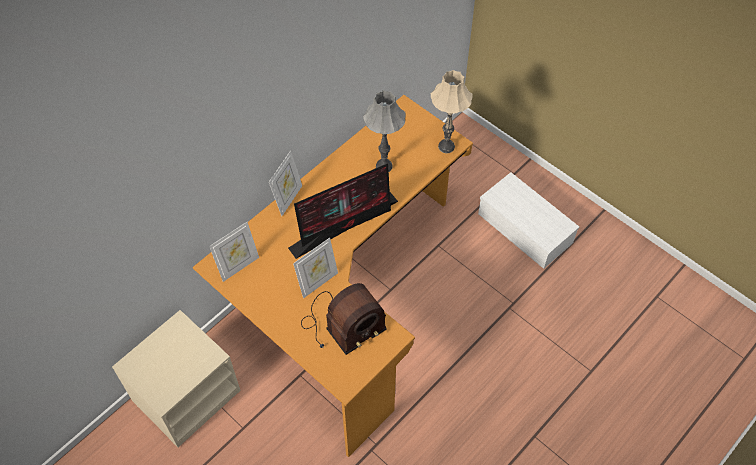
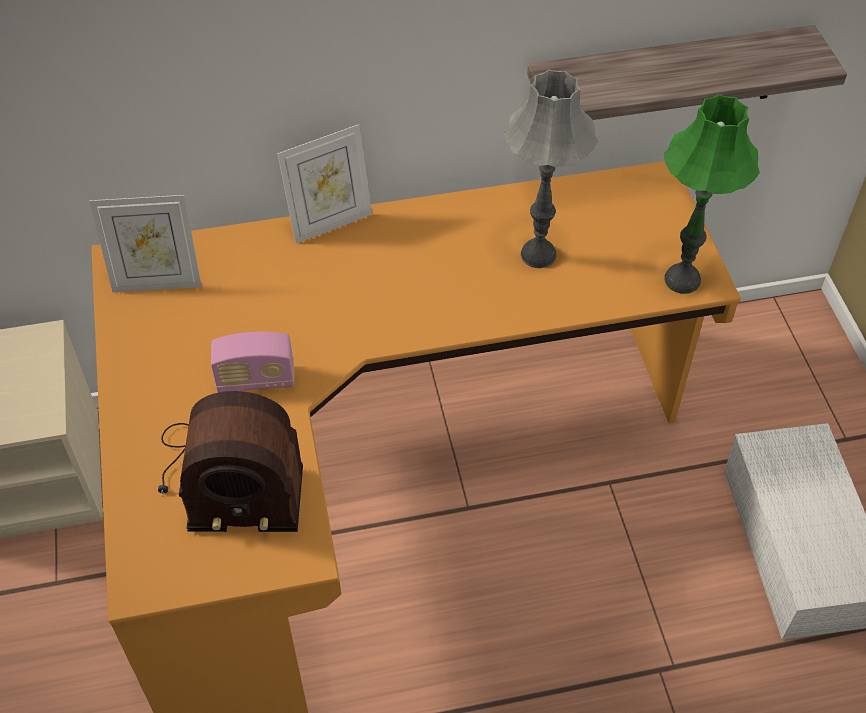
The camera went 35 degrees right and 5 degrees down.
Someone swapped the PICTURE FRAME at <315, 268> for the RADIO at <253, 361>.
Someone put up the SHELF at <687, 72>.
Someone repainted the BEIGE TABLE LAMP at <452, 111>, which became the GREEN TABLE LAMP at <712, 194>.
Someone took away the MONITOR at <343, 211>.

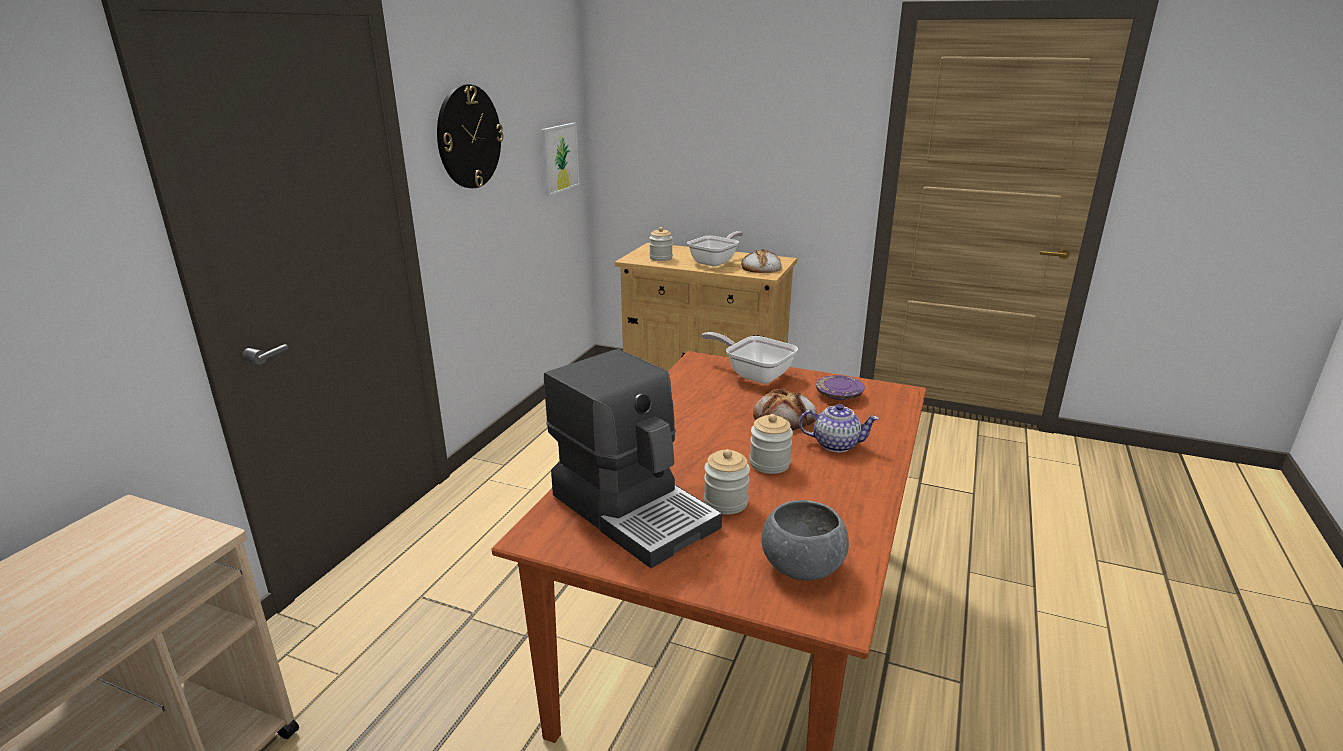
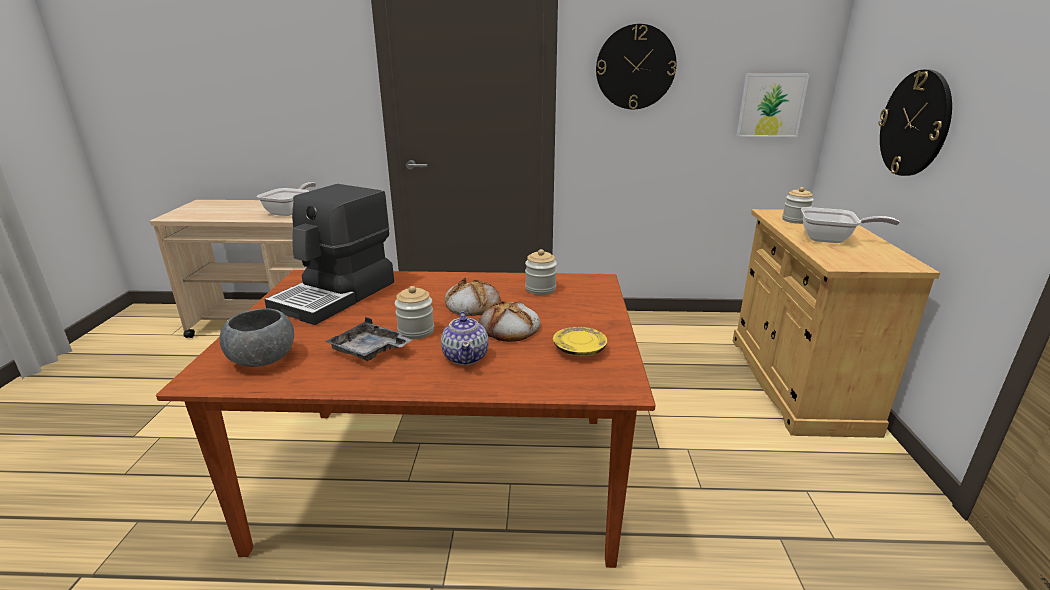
The camera went 70 degrees right and 0 degrees up.
Someone carried the FRYING PAN from <750, 358> to <286, 199>.
Someone put down the GREY TRAY at <368, 339>.
Someone carried the BREAD from <761, 261> to <473, 296>.
Someone carried the JAR from <727, 481> to <541, 272>.
Someone repainted the PURPLE PLATE at <840, 387>, which became the YELLOW PLATE at <580, 341>.
Someone put up the WALL CLOCK at <915, 123>.

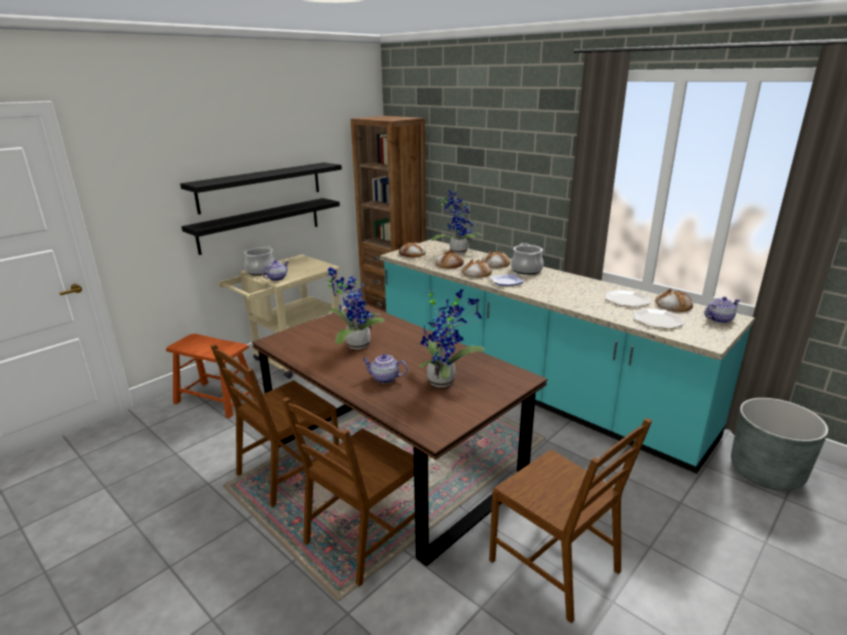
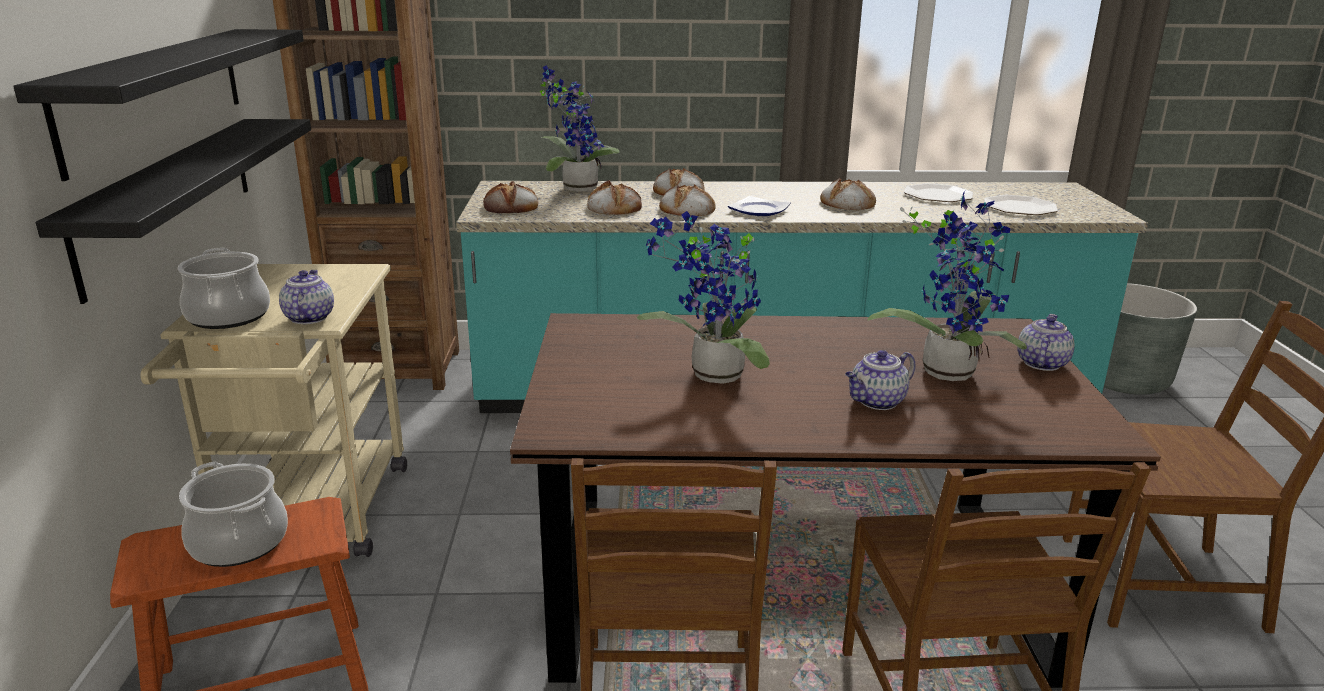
The camera went 45 degrees left and 0 degrees up.
Someone carried the COOKING POT from <527, 259> to <233, 514>.
Someone carried the BREAD from <674, 300> to <848, 194>.
Someone carried the TEAPOT from <722, 309> to <1046, 342>.

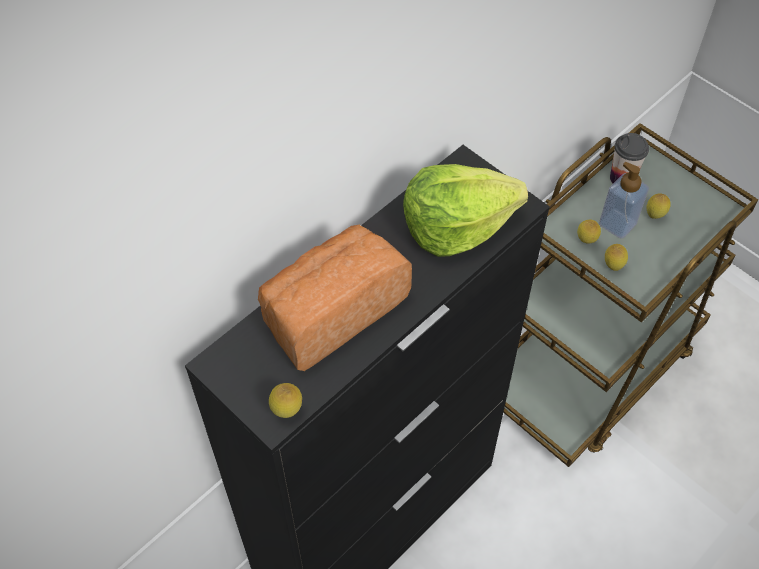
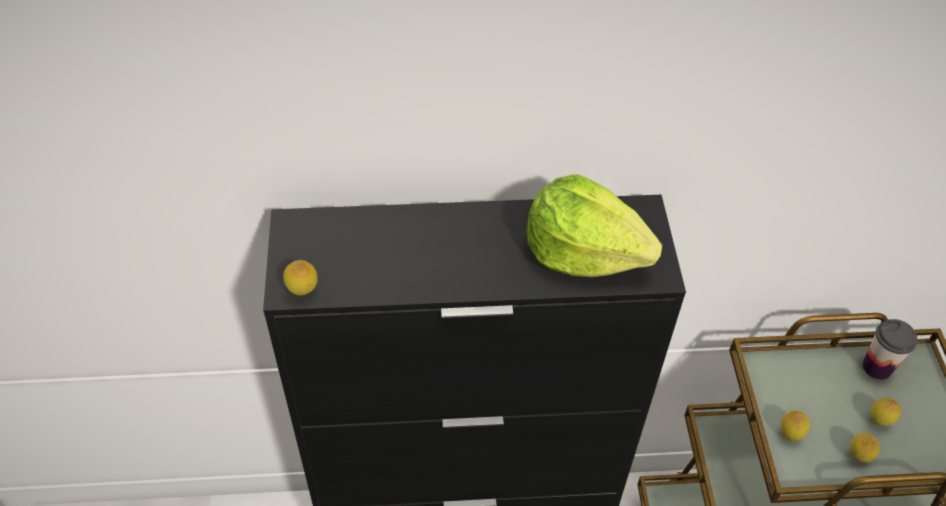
The camera went 40 degrees right and 5 degrees down.
Someone carried the LEMON from <589, 231> to <865, 448>.
Someone took away the BREAD at <335, 298>.
Someone took away the SOAP DISPENSER at <624, 200>.

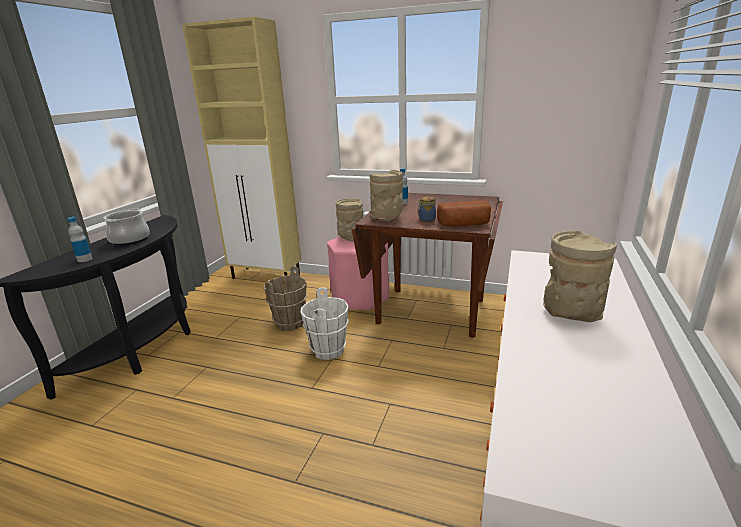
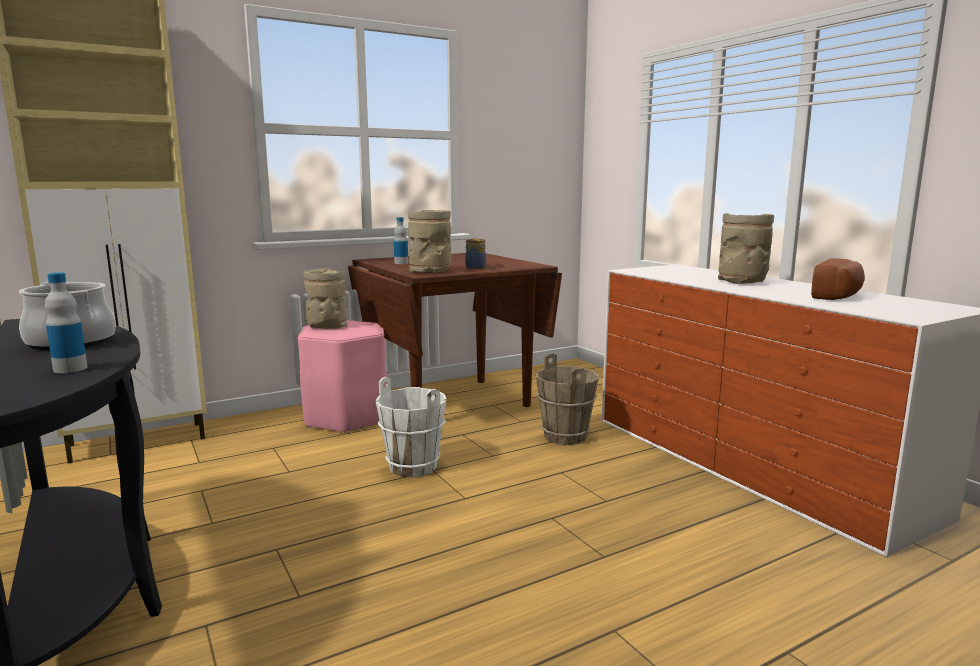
The camera went 50 degrees left and 10 degrees down.
Someone carried the BROWN BUCKET from <285, 298> to <567, 399>.
Someone carried the BREAD from <464, 213> to <838, 279>.

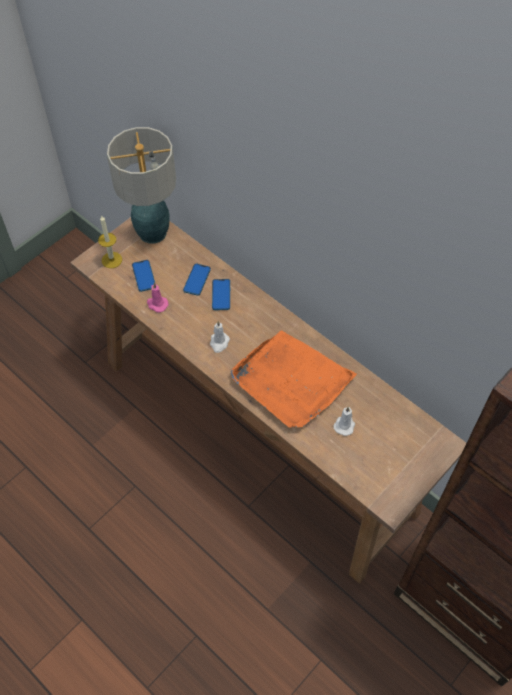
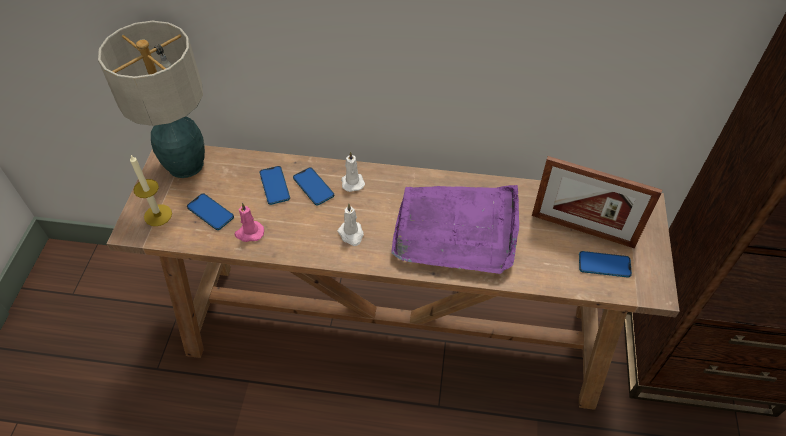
The camera went 35 degrees left and 5 degrees down.
Someone carried the WHITE CANDLE from <344, 421> to <353, 171>.
Someone repainted the ORANGE TRAY at <294, 379>, which became the PURPLE TRAY at <455, 229>.
Someone put down the PICTURE FRAME at <597, 202>.
Someone put down the PHONE at <605, 264>.

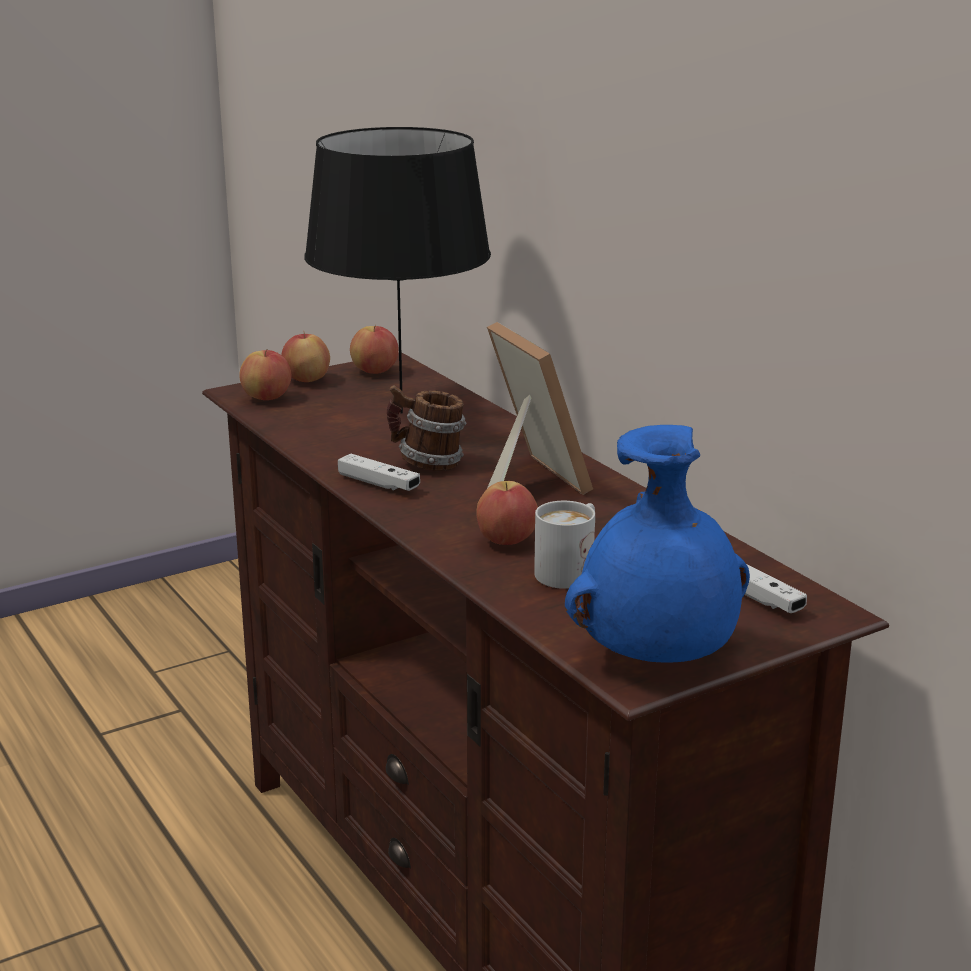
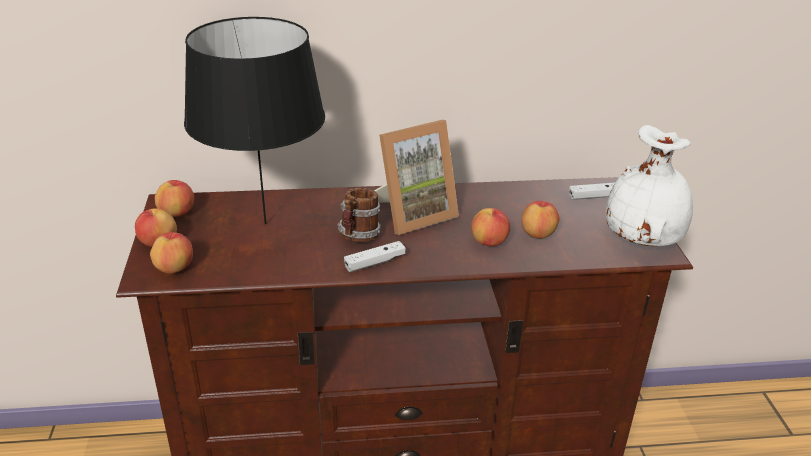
The camera went 65 degrees left and 10 degrees up.
Someone rotated the PICTURE FRAME at <540, 408> by 150 degrees clockwise.
Someone swapped the WHITE MUG at <564, 545> for the APPLE at <540, 220>.
Someone repainted the BLUE VASE at <657, 544>, which became the WHITE VASE at <649, 185>.

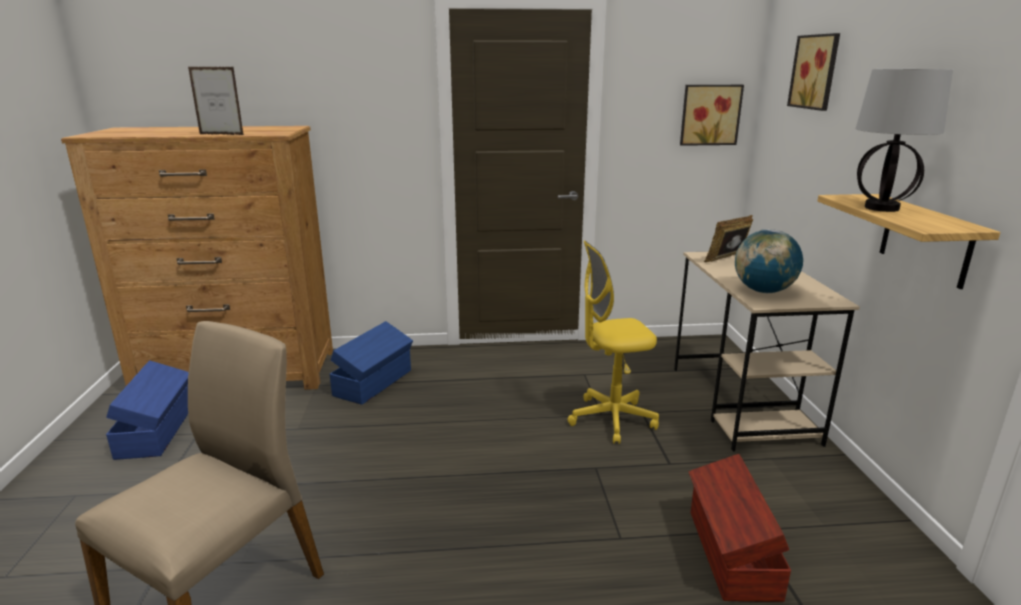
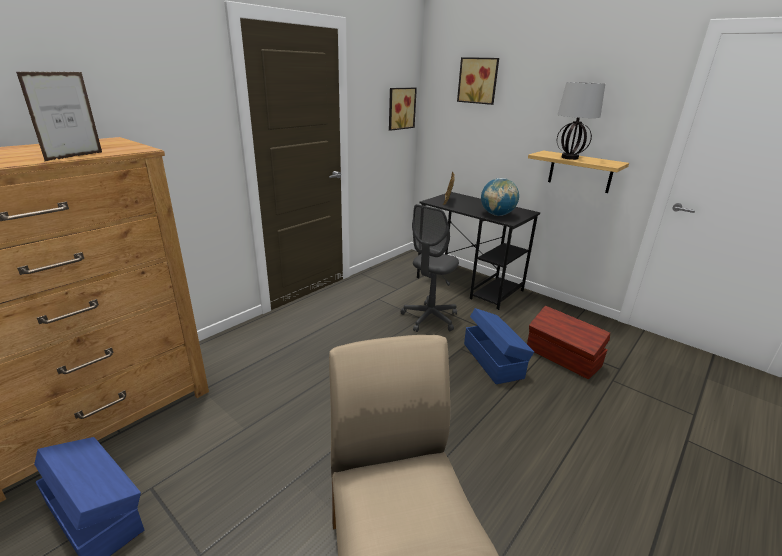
The camera went 45 degrees left and 5 degrees up.
Someone rotated the PICTURE FRAME at <216, 101> by 150 degrees clockwise.
Someone repainted the YELLOW OFFICE CHAIR at <613, 342>, which became the GREY OFFICE CHAIR at <430, 268>.
Someone repainted the BEIGE DESK at <767, 352>, which became the BLACK DESK at <478, 251>.
Someone carried the BLUE STORAGE BOX from <371, 363> to <499, 346>.

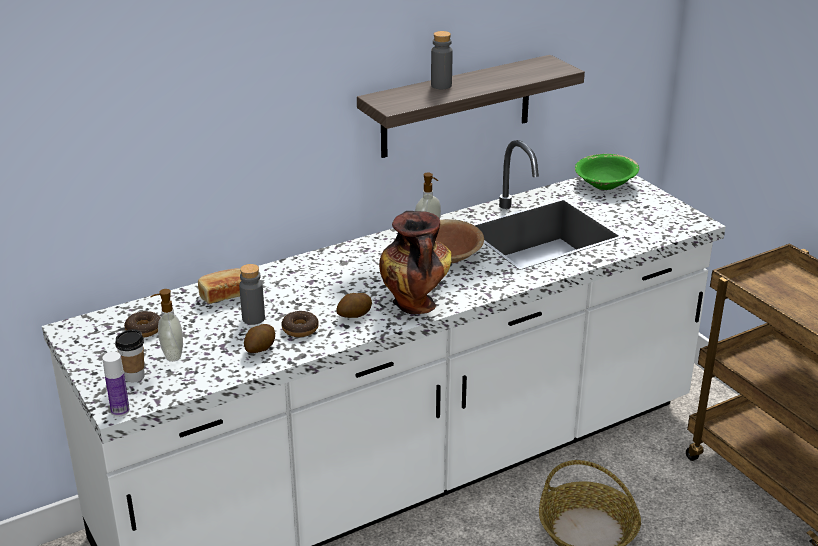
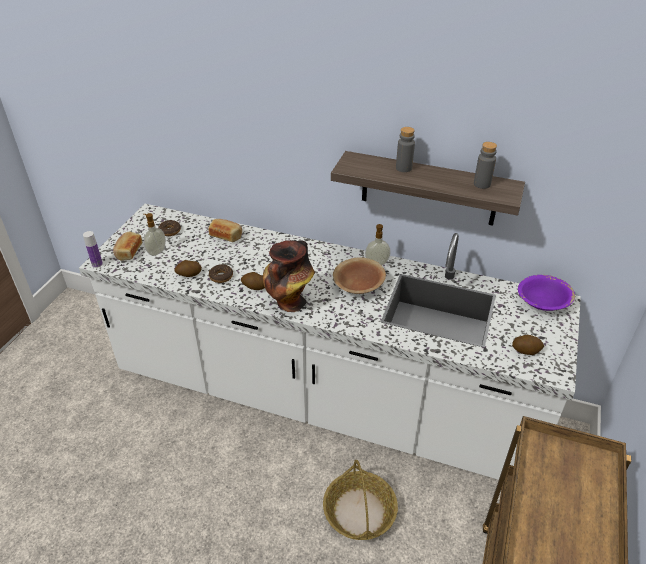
The camera went 50 degrees right and 10 degrees up.
Someone swapped the CUP at <130, 355> for the BREAD at <127, 246>.
Someone carried the GREY BOTTLE from <252, 294> to <485, 165>.
Someone put down the POTATO at <528, 345>.
Someone repainted the GREEN BOWL at <607, 172>, which became the PURPLE BOWL at <546, 293>.

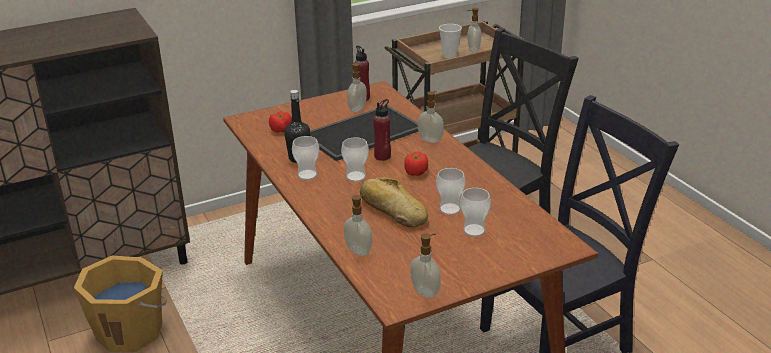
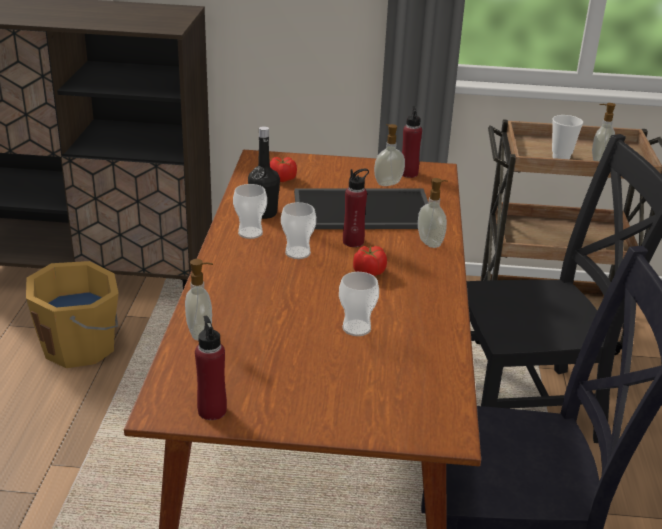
The camera went 30 degrees right and 0 degrees up.
Someone swapped the SOAP DISPENSER at <425, 265> for the RED BOTTLE at <211, 368>.
Someone took away the BREAD at <394, 202>.
Someone took away the CUP at <475, 212>.

